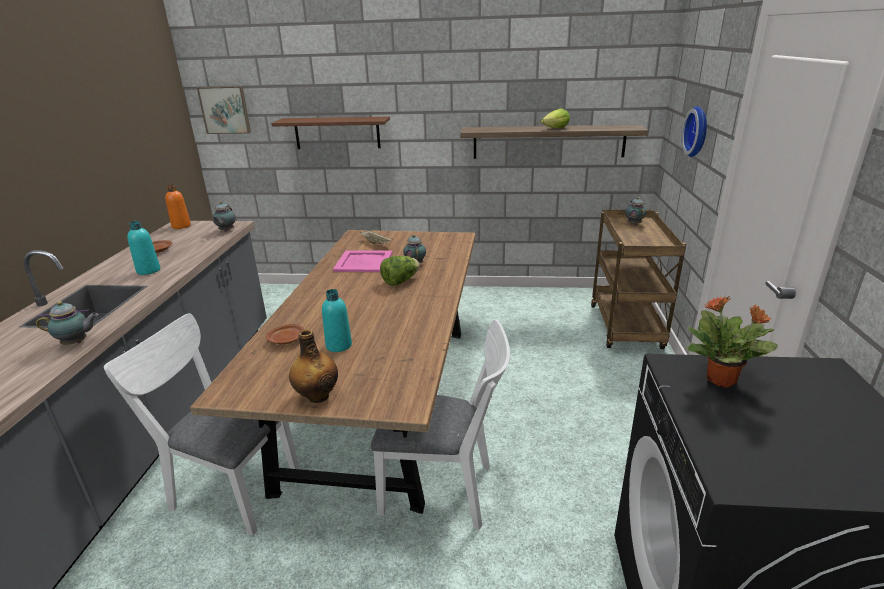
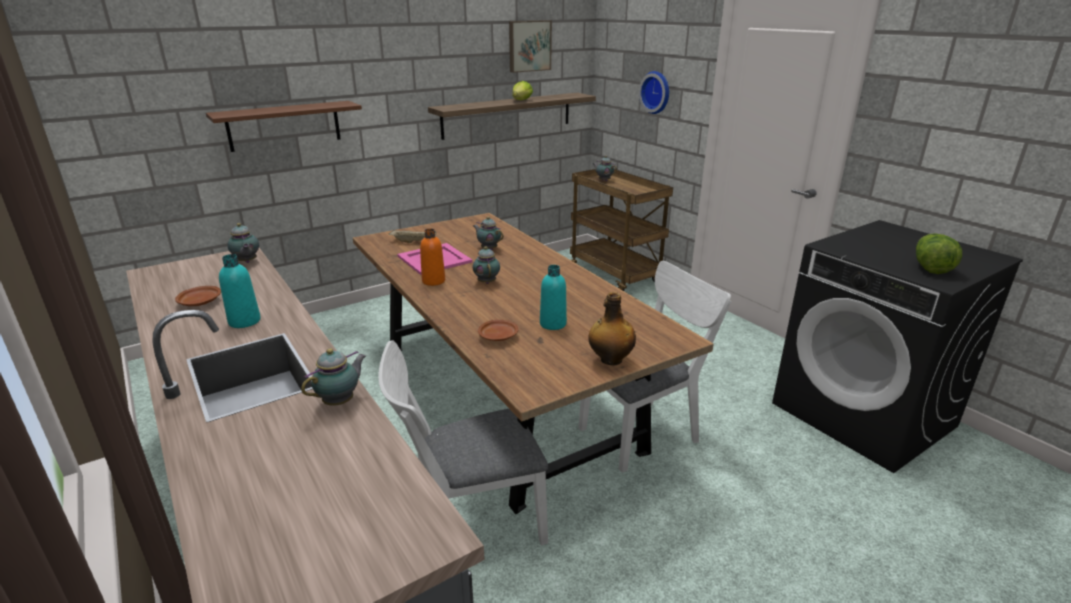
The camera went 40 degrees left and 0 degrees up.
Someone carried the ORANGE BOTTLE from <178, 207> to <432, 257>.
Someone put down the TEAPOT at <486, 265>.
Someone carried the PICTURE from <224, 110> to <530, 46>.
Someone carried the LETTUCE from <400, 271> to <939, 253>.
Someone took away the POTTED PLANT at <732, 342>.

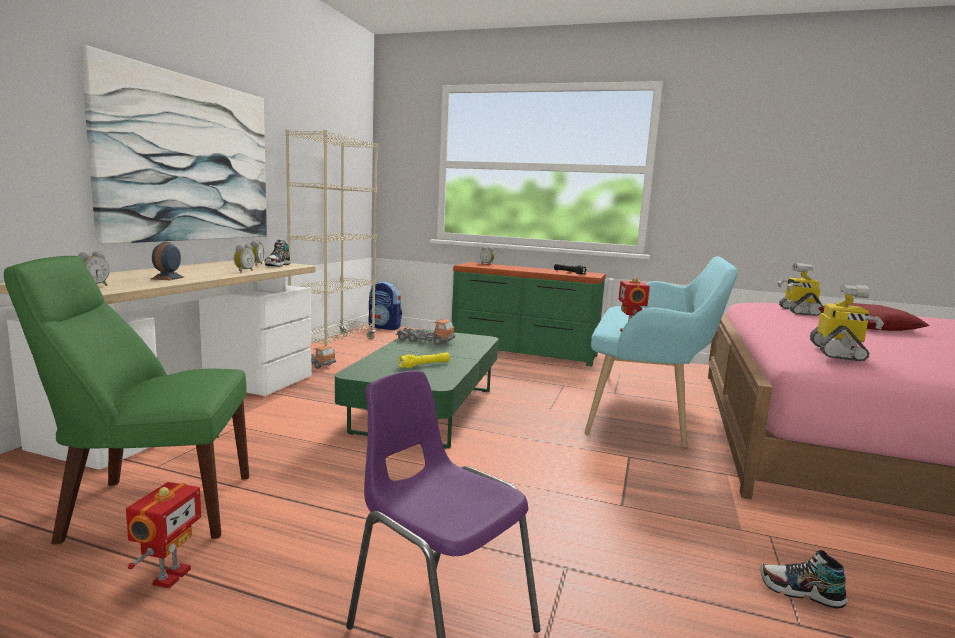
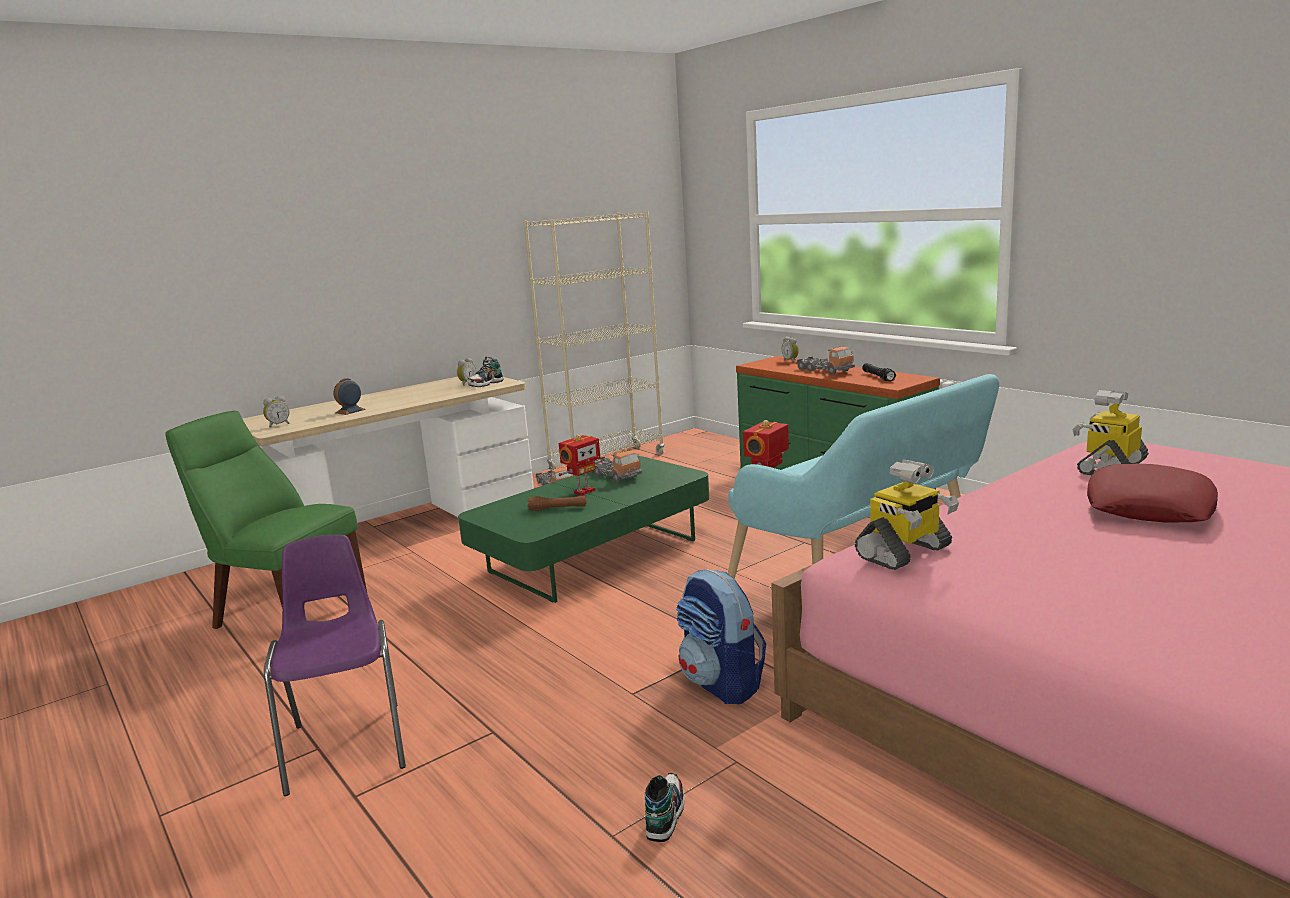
The camera went 35 degrees right and 5 degrees up.
Someone repainted the YELLOW FLASHLIGHT at <424, 360>, which became the BROWN FLASHLIGHT at <557, 503>.
Someone carried the TOY ROBOT from <163, 535> to <580, 465>.
Someone rotated the SHOE at <803, 579> by 45 degrees clockwise.
Someone carried the BACKPACK from <385, 305> to <721, 636>.
Someone put down the TOY TRUCK at <825, 361>.
Someone took away the PICTURE at <173, 144>.
Someone took away the ALARM CLOCK at <244, 258>.

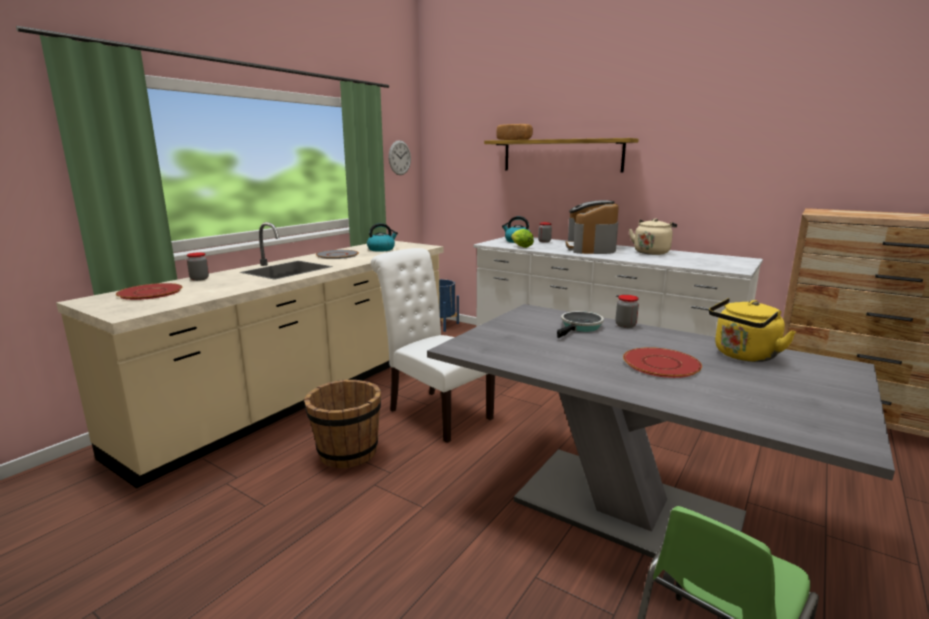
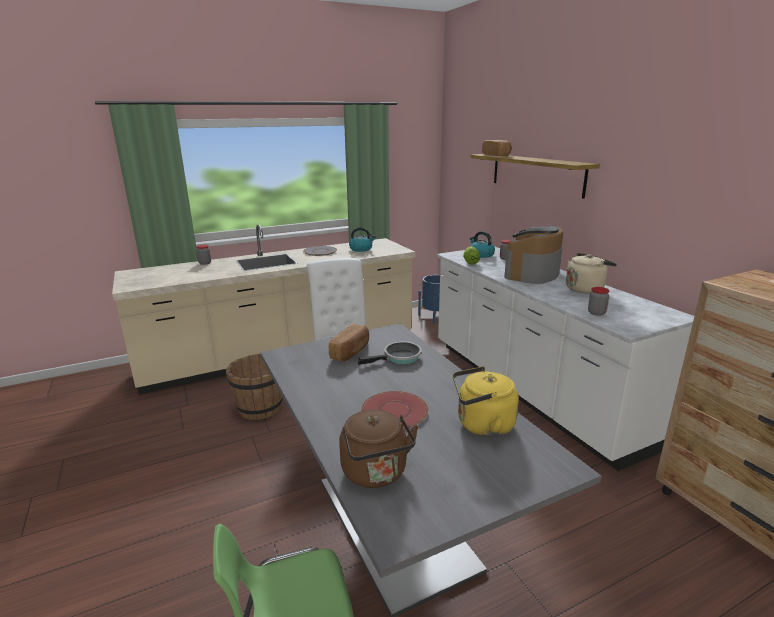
The camera went 30 degrees right and 5 degrees up.
Someone put down the BREAD at <349, 342>.
Someone put down the BROWN KETTLE at <378, 449>.
Someone carried the JAR from <627, 311> to <599, 301>.
Someone took away the RED PLATE at <149, 291>.
Someone took away the WALL CLOCK at <400, 157>.

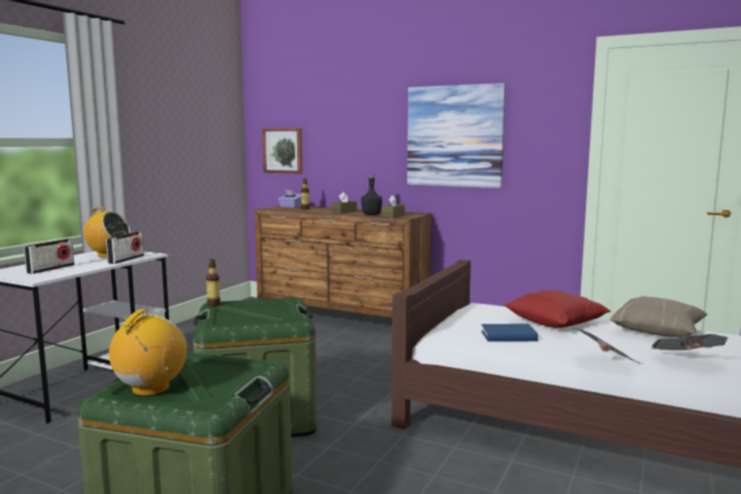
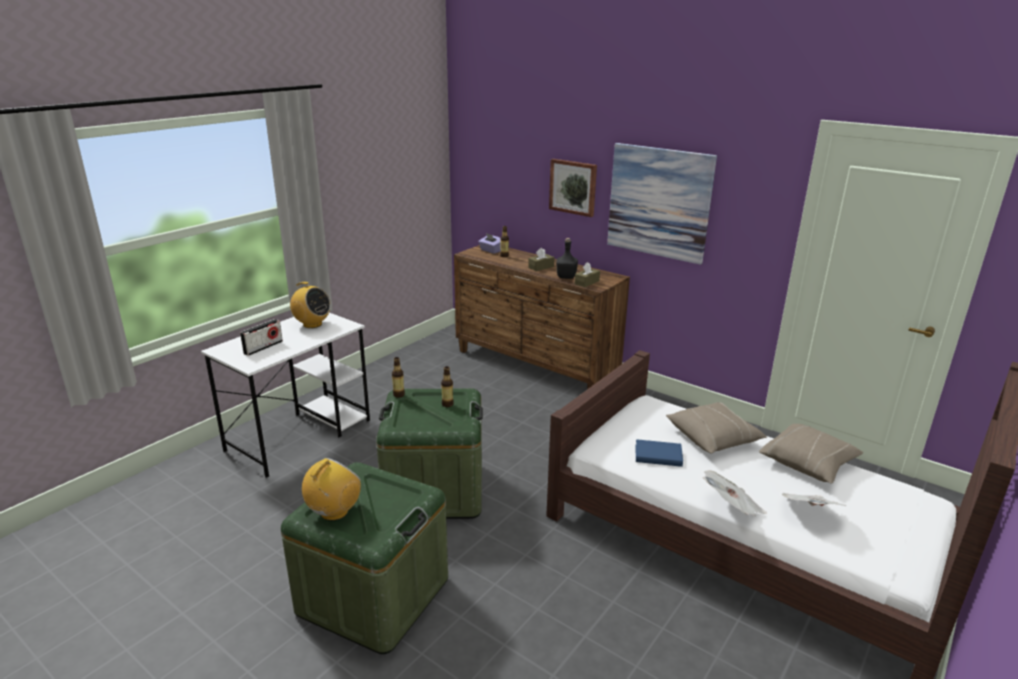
The camera went 10 degrees right and 15 degrees up.
Someone put down the BOTTLE at <447, 386>.
Someone carried the PICTURE from <282, 151> to <573, 188>.
Someone repainted the RED PILLOW at <557, 309>, which became the BEIGE PILLOW at <716, 428>.
Someone took away the RADIO at <125, 248>.

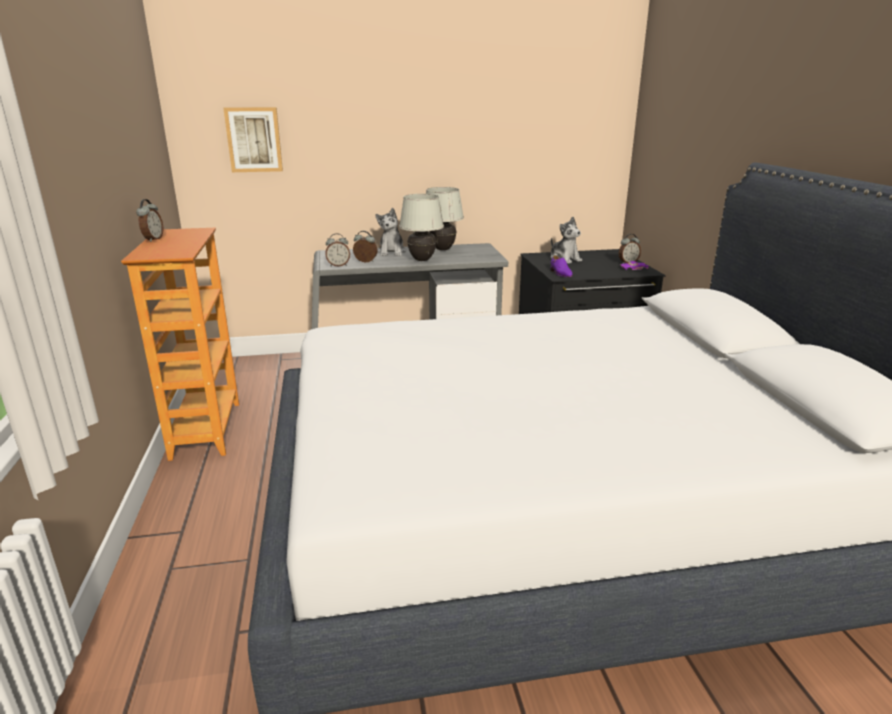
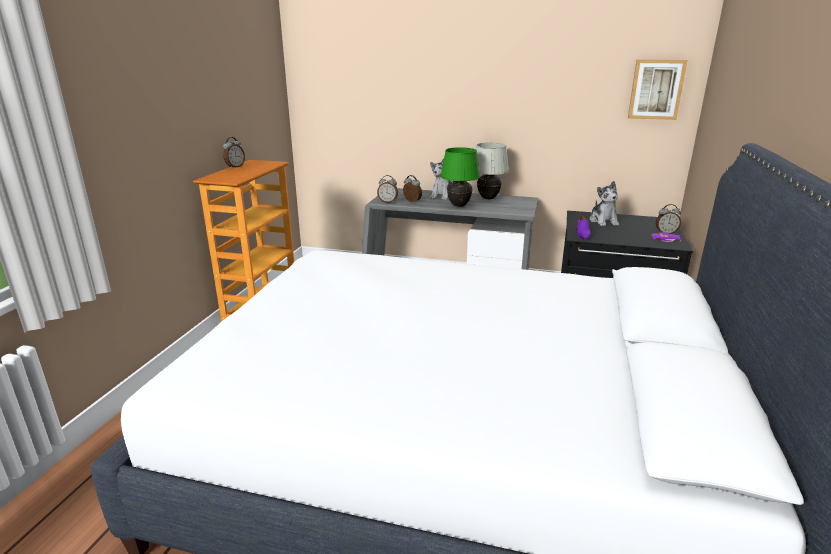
The camera went 25 degrees right and 0 degrees up.
Someone repainted the WHITE TABLE LAMP at <421, 227>, which became the GREEN TABLE LAMP at <460, 177>.
Someone carried the PICTURE from <253, 139> to <658, 90>.

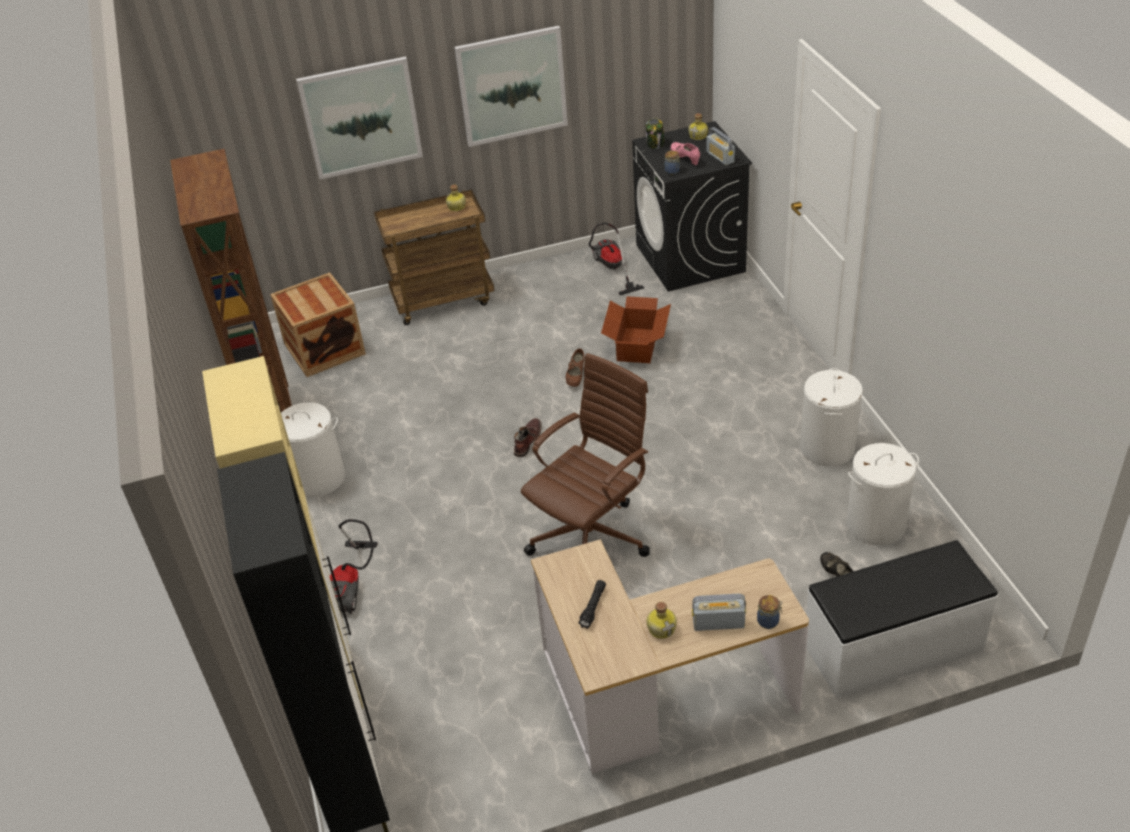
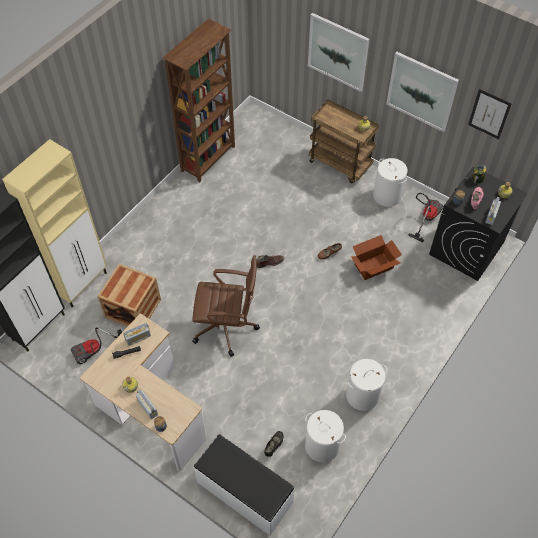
The camera went 50 degrees right and 15 degrees up.
Someone carried the VACUUM CLEANER from <354, 566> to <96, 345>.
Someone carried the CRATE from <318, 325> to <129, 295>.
Someone put down the RADIO at <137, 334>.
Someone carried the WHITE LAUNDRY BASKET from <313, 449> to <390, 182>.
Someone put up the PICTURE at <490, 114>.

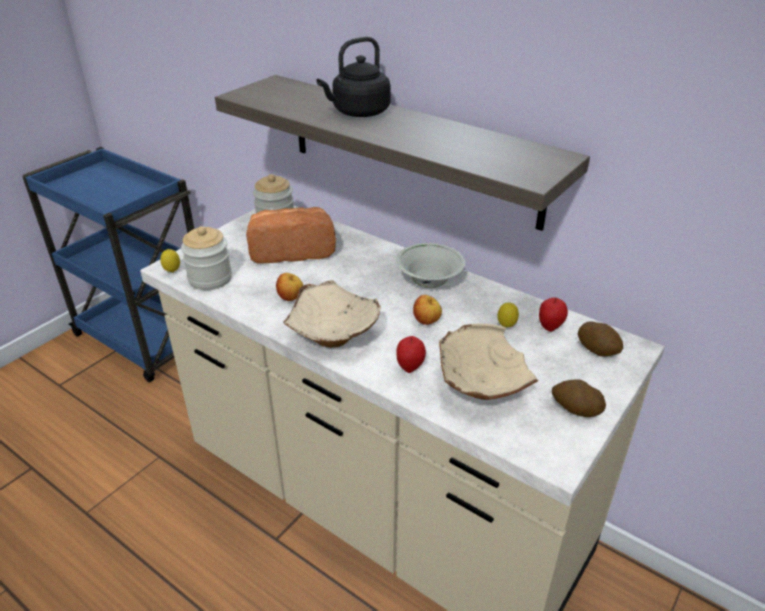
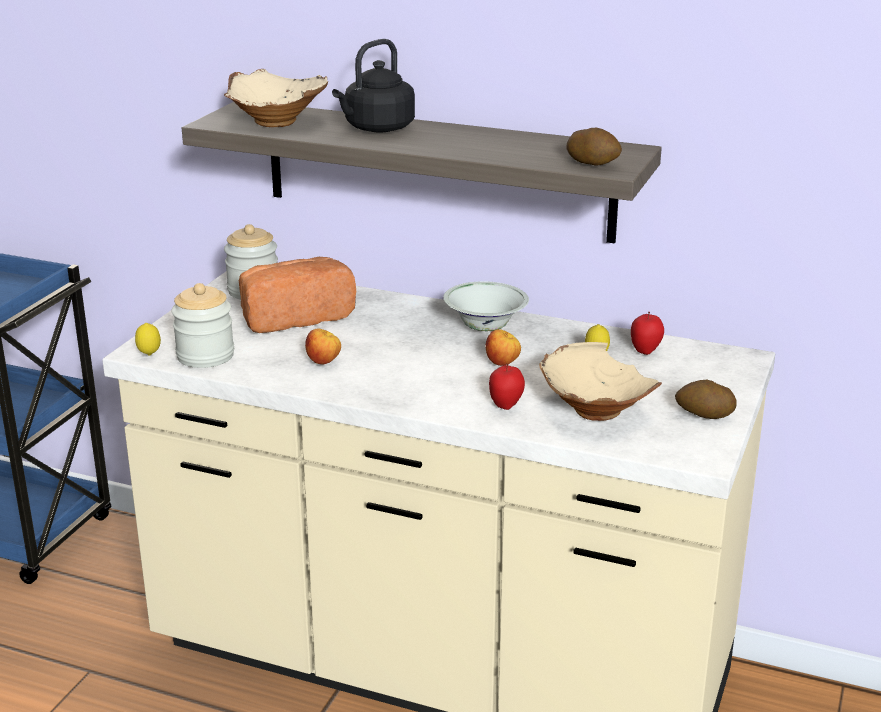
The camera went 15 degrees left and 10 degrees down.
Someone carried the BEIGE BOWL from <332, 314> to <276, 98>.
Someone carried the POTATO from <600, 338> to <594, 147>.

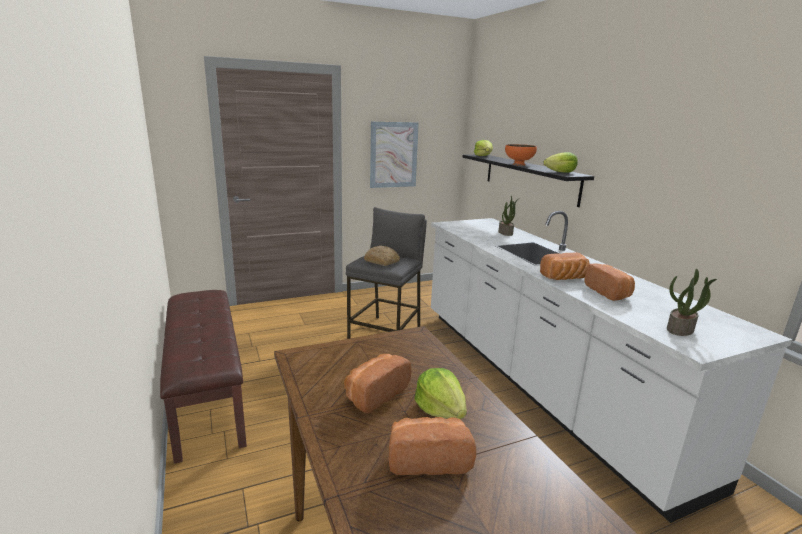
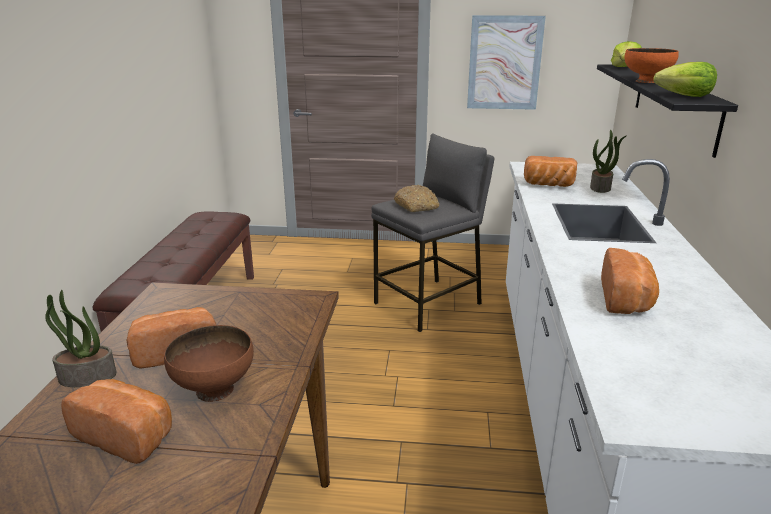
The camera went 30 degrees right and 5 degrees up.
Someone carried the POTTED PLANT from <692, 302> to <80, 338>.
Someone swapped the LETTUCE at <441, 393> for the BROWN BOWL at <209, 363>.
Someone carried the BREAD from <565, 266> to <550, 171>.

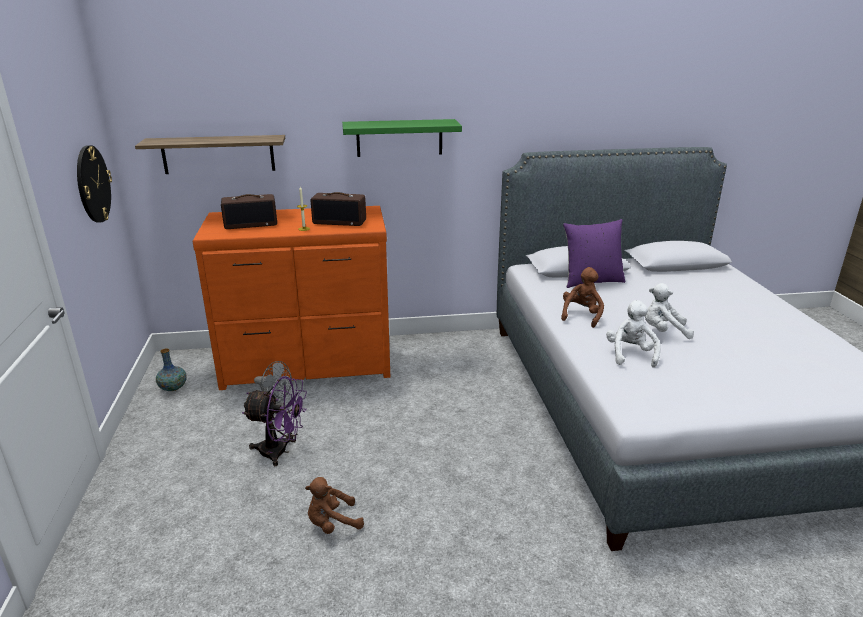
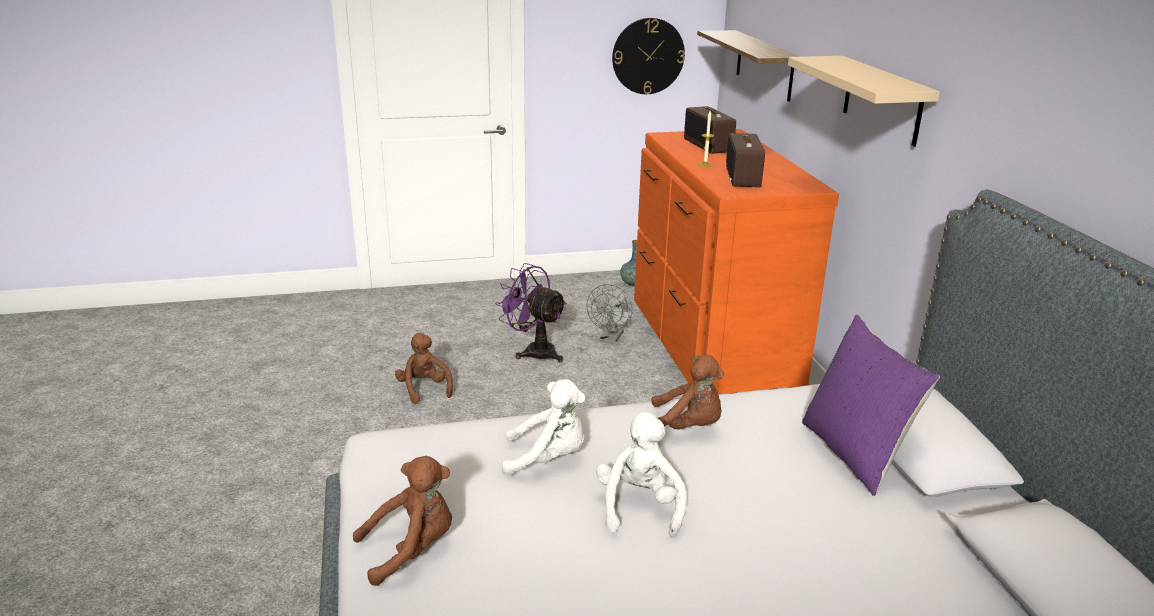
The camera went 85 degrees right and 0 degrees up.
Someone put down the BROWN PLUSH TOY at <402, 521>.
Someone rotated the PURPLE FAN at <274, 421> by 120 degrees clockwise.
Someone repainted the GREEN SHELF at <402, 138>, which became the BEIGE SHELF at <864, 101>.

